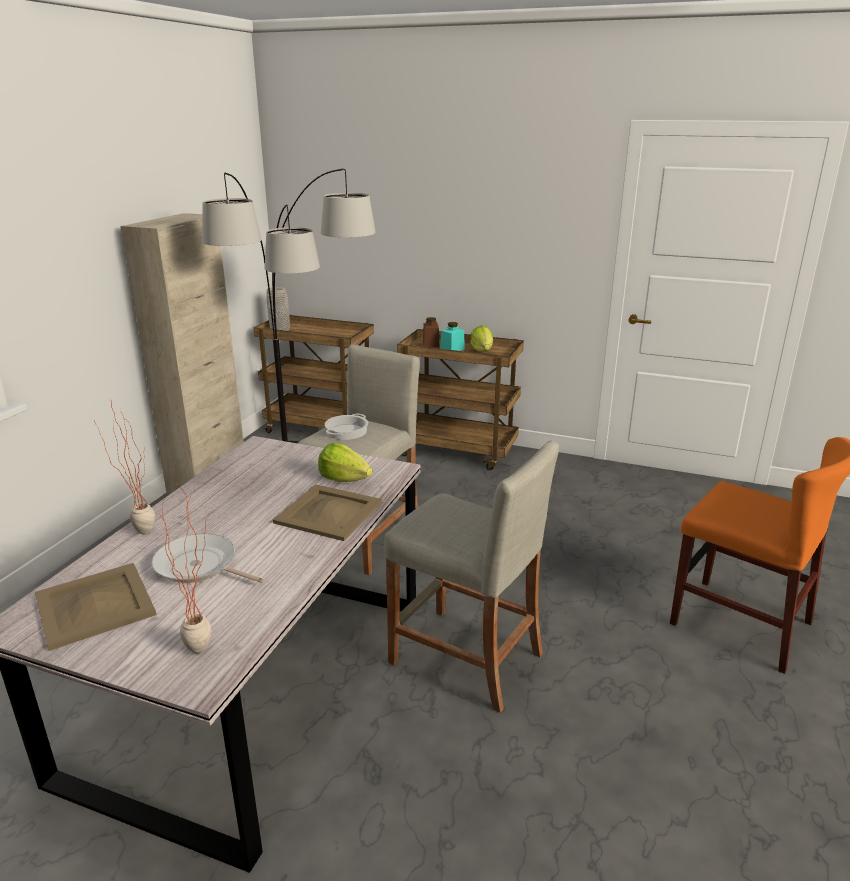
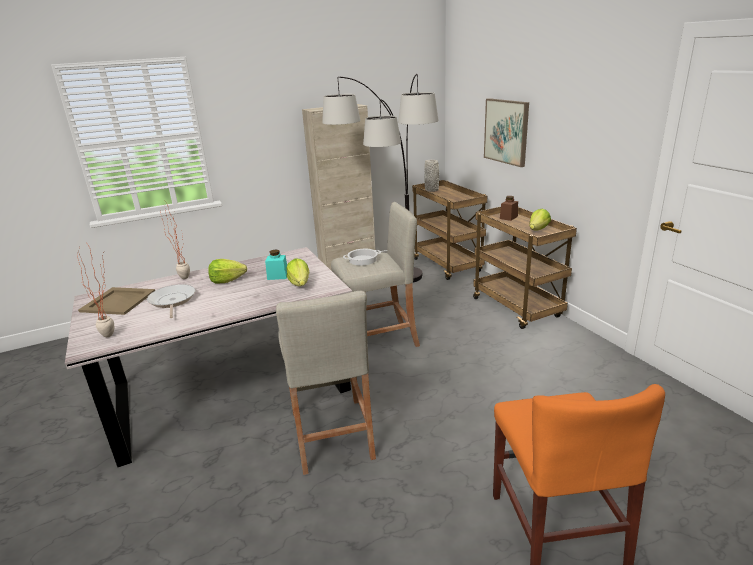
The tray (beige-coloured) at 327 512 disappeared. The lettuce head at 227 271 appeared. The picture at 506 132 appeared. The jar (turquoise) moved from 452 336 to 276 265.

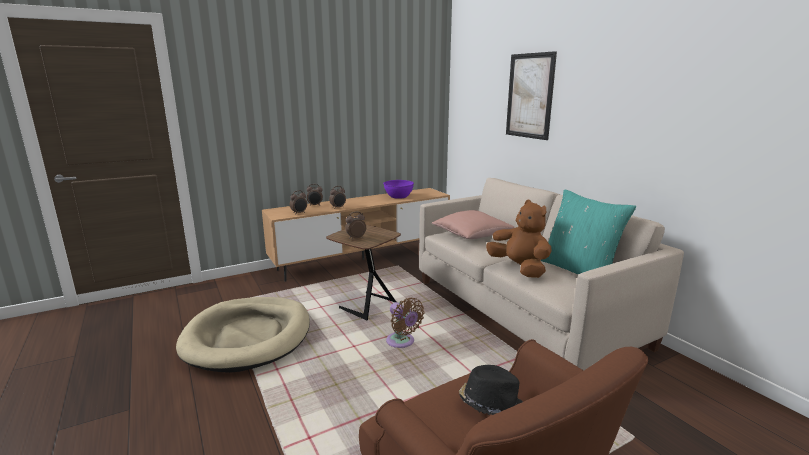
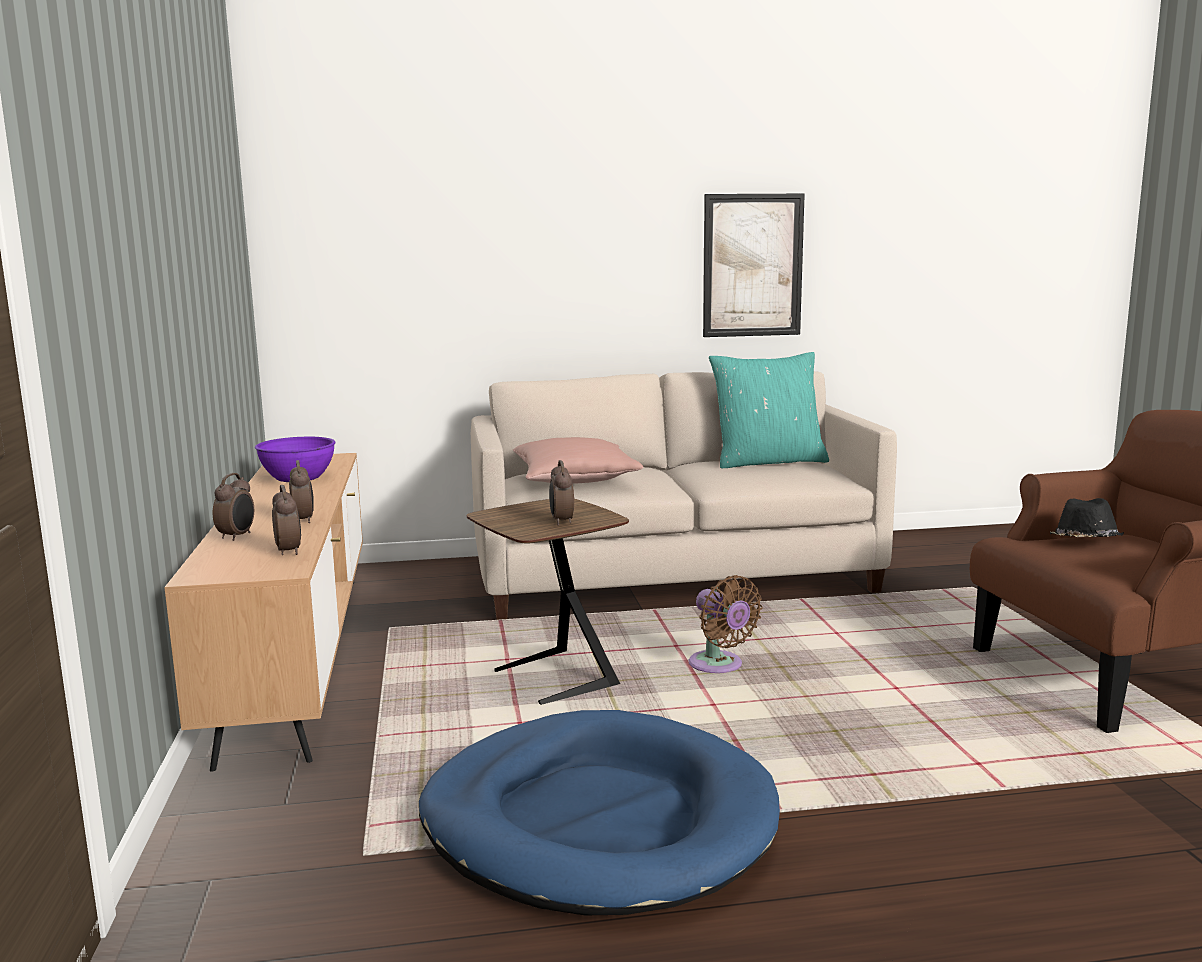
The cuddly toy (brown) at 519 239 disappeared. The picture moved from 531 95 to 754 265. The pet bed (beige-coloured) at 243 335 became the pet bed (bluish) at 599 812. The electric fan (brown) at 405 323 turned 75 degrees clockwise.

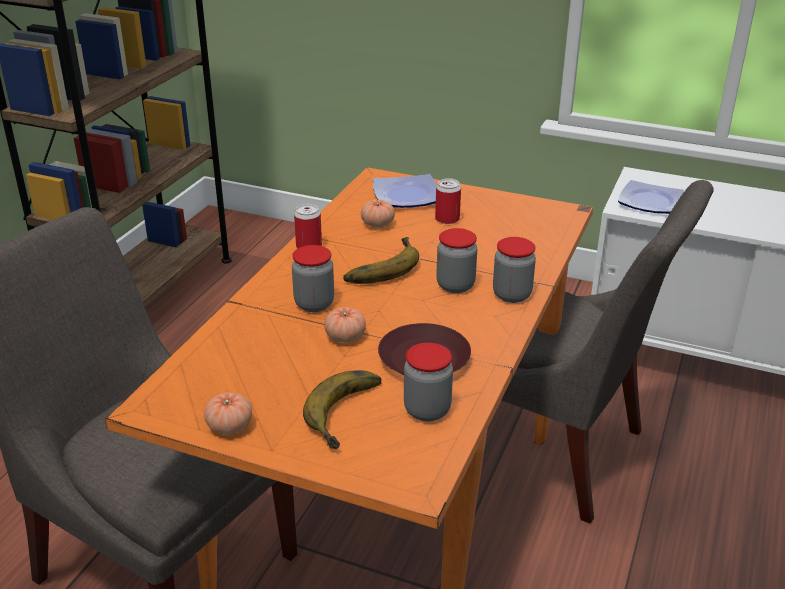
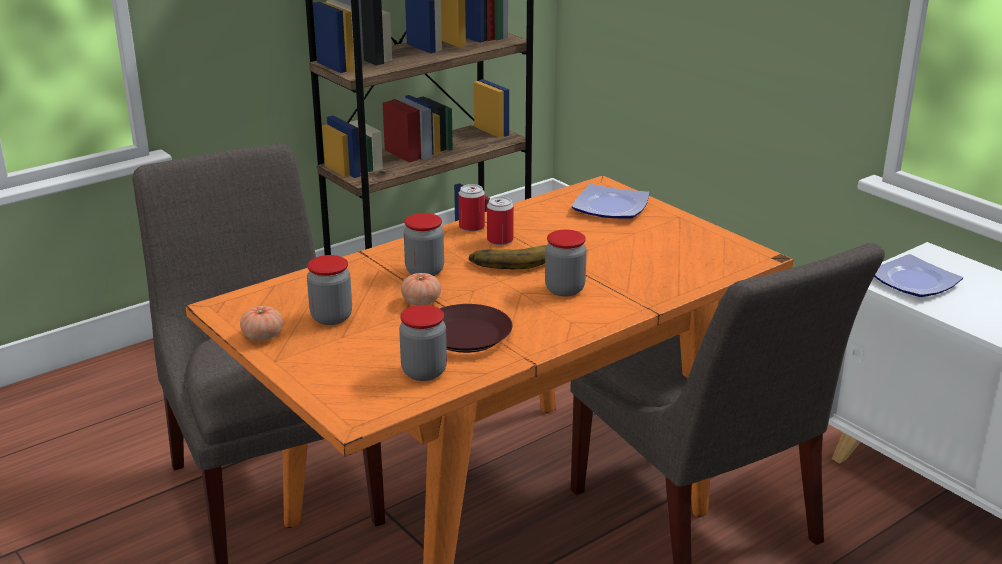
The banana fruit at 342 409 disappeared. The fresh tomato at 378 214 disappeared. The sealed can moved from 448 201 to 500 220. The jar moved from 514 270 to 329 290.

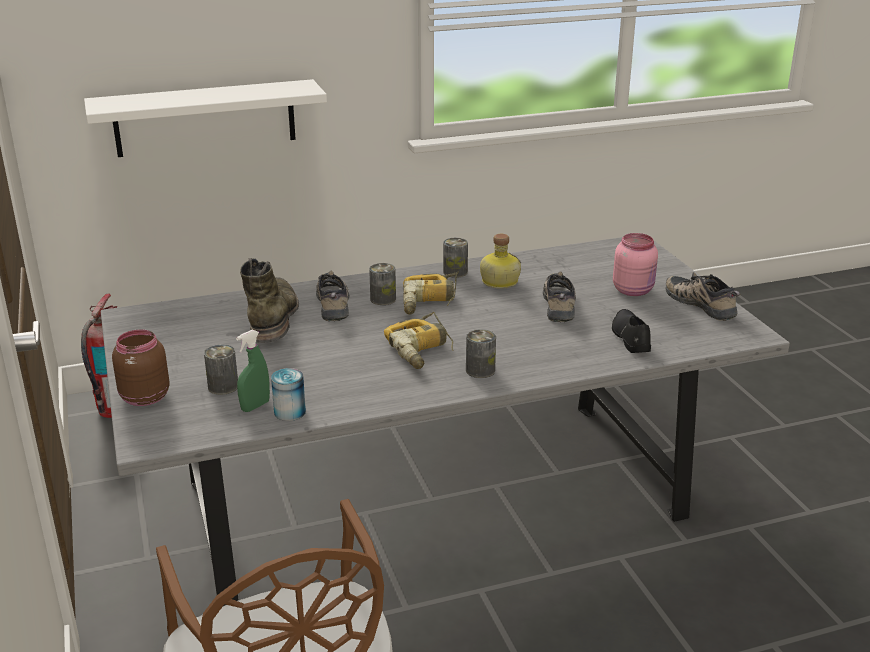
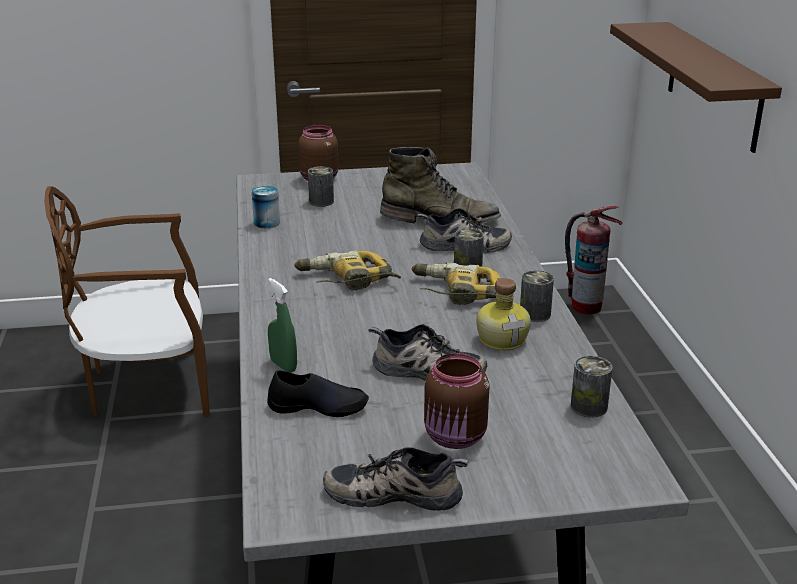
The sprayer (green-coloured) moved from 253 371 to 282 325. The sealed can moved from 481 353 to 591 386. The wall shelf (white-coloured) at 205 118 became the wall shelf (brown) at 696 87. The jar (pink) at 635 264 became the jar (brown) at 456 401. The item of footwear at 703 296 turned 150 degrees counterclockwise.

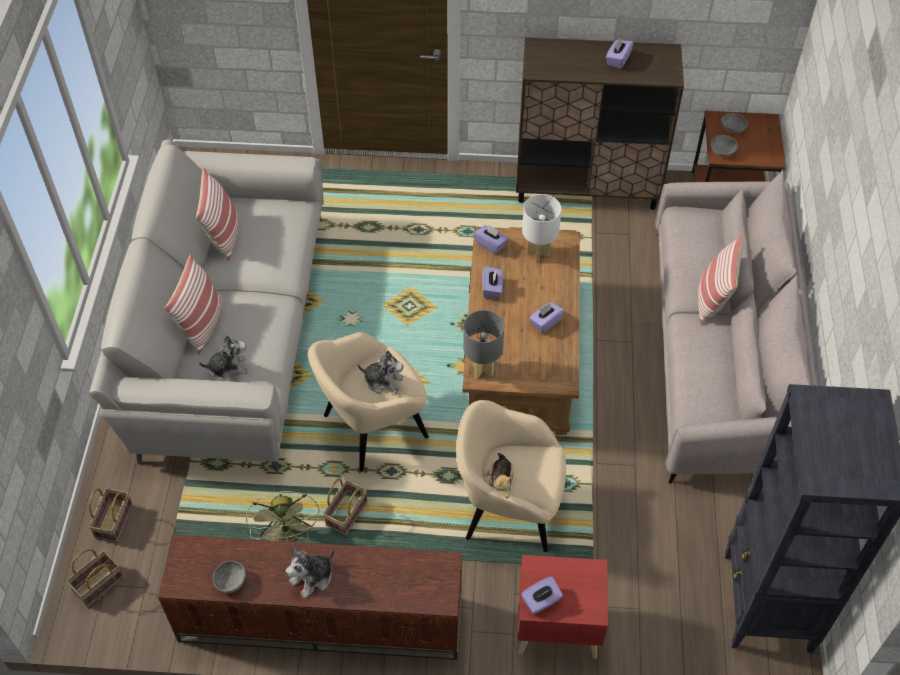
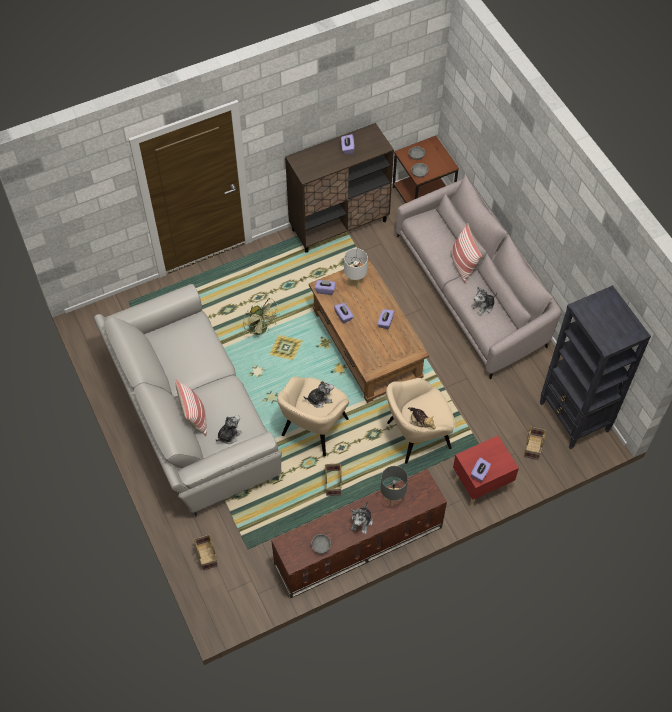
The pillow at 217 214 disappeared. The cuddly toy at 484 301 appeared. The basket moved from 95 578 to 535 443. The electric fan (green-coloured) moved from 283 516 to 261 317. The tabletop lamp (greyish) moved from 483 344 to 394 486.

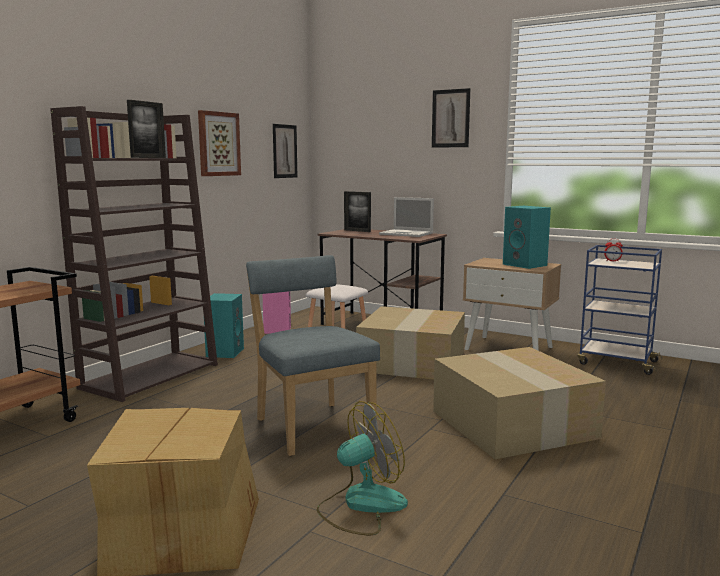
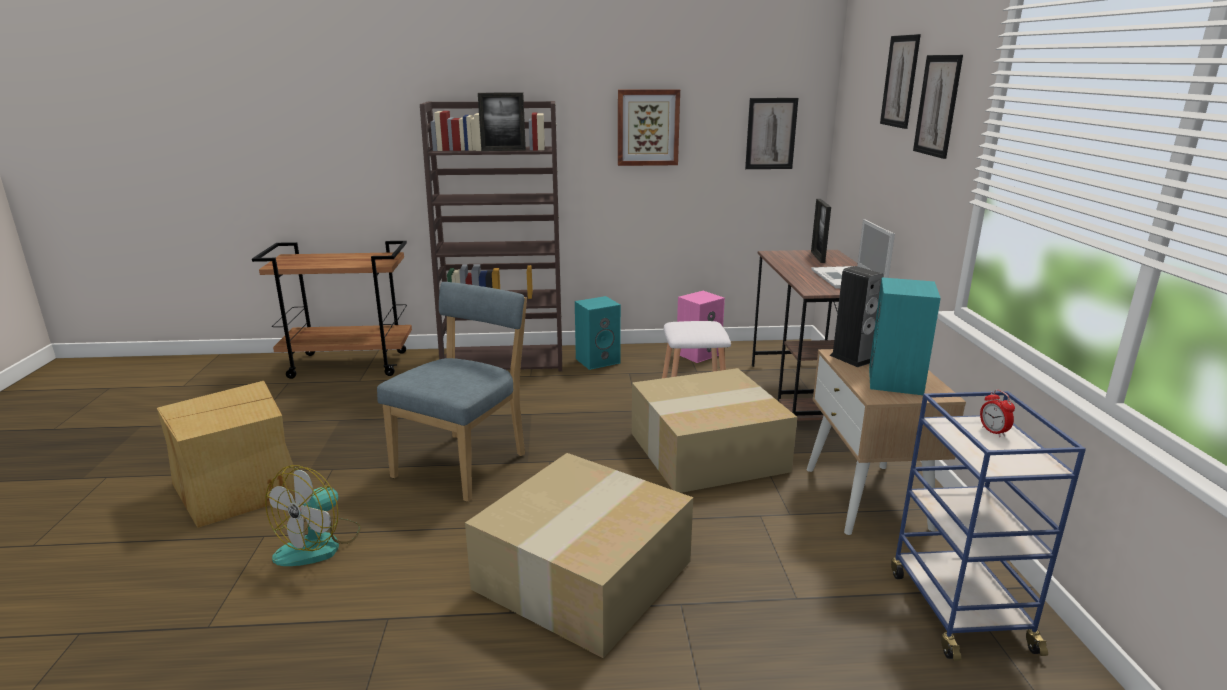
The loudspeaker at 856 316 appeared. The picture at 900 81 appeared. The electric fan at 362 468 turned 90 degrees clockwise.

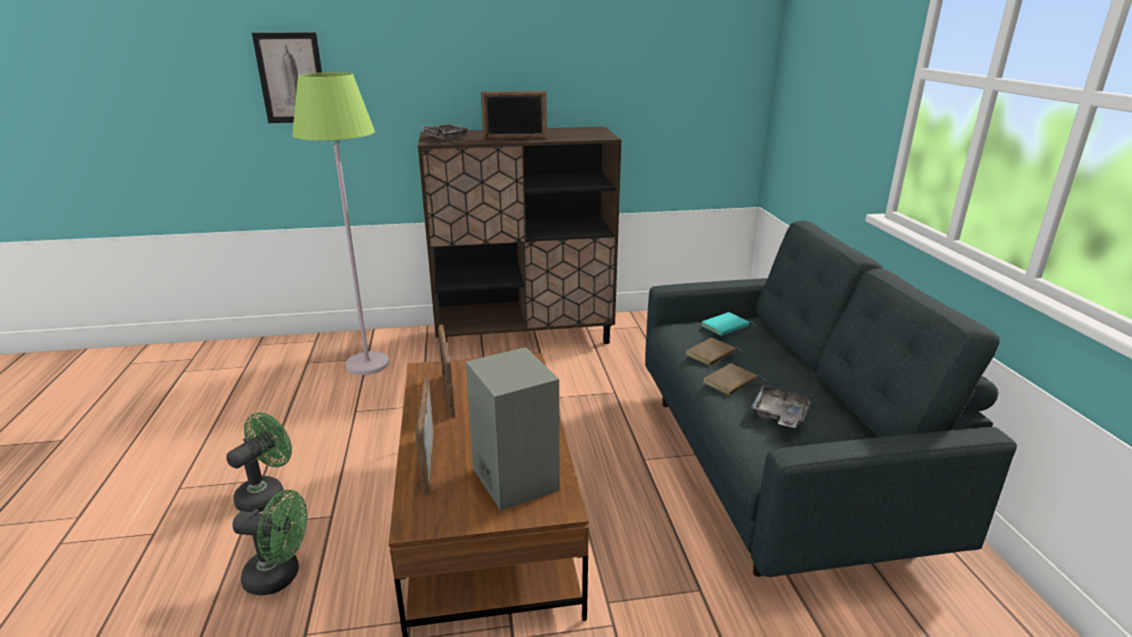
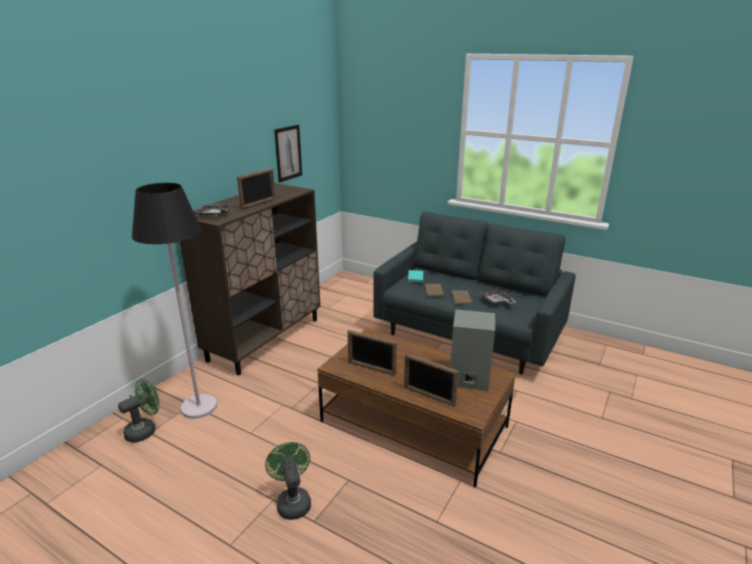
The electric fan (green-coloured) moved from 269 542 to 138 411. The picture moved from 287 77 to 288 154. The floor lamp (green-coloured) at 340 223 became the floor lamp (blackish) at 174 301.

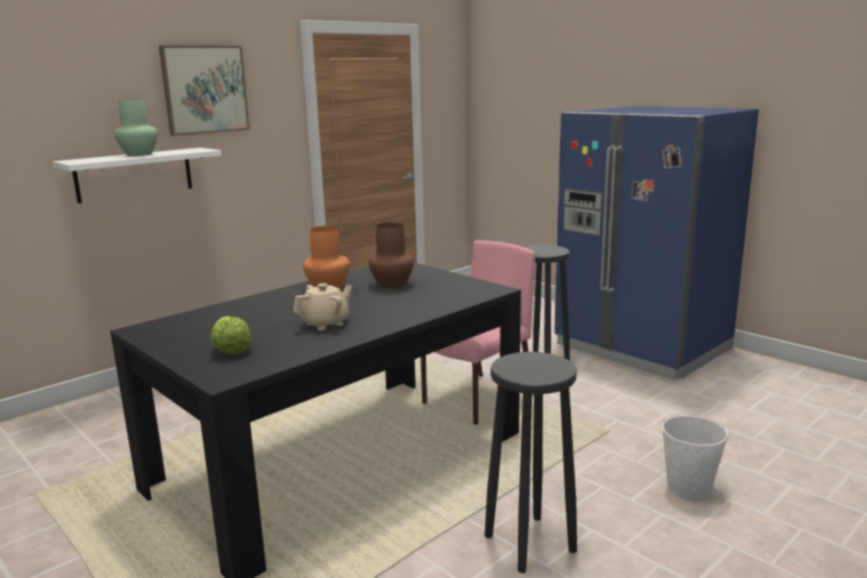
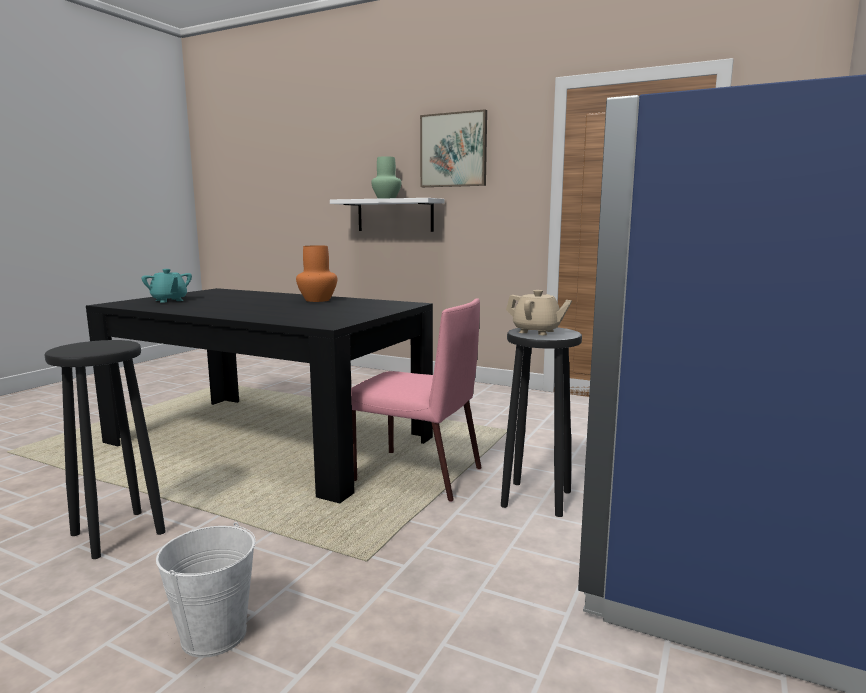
The flower vase (brown) at 391 256 disappeared. The tea pot (beige-coloured) moved from 322 307 to 539 312. The lettuce head at 231 335 was replaced by the tea pot (turquoise) at 166 286.

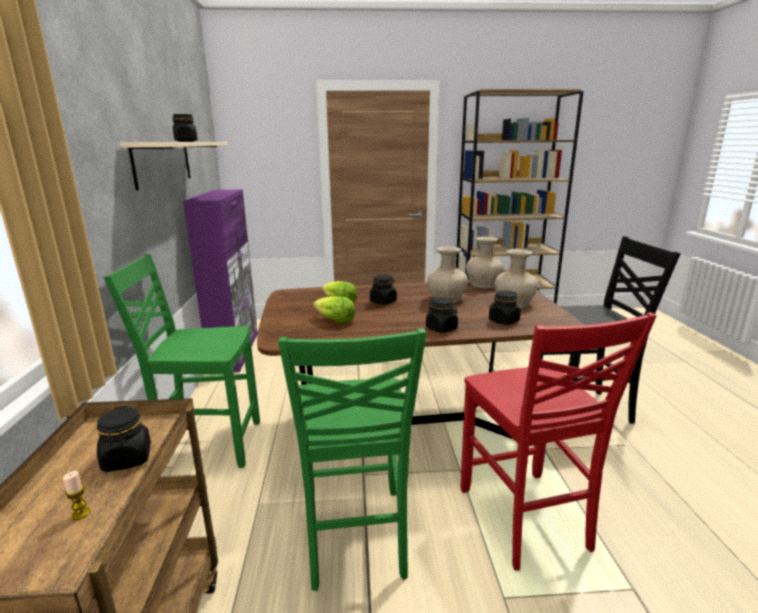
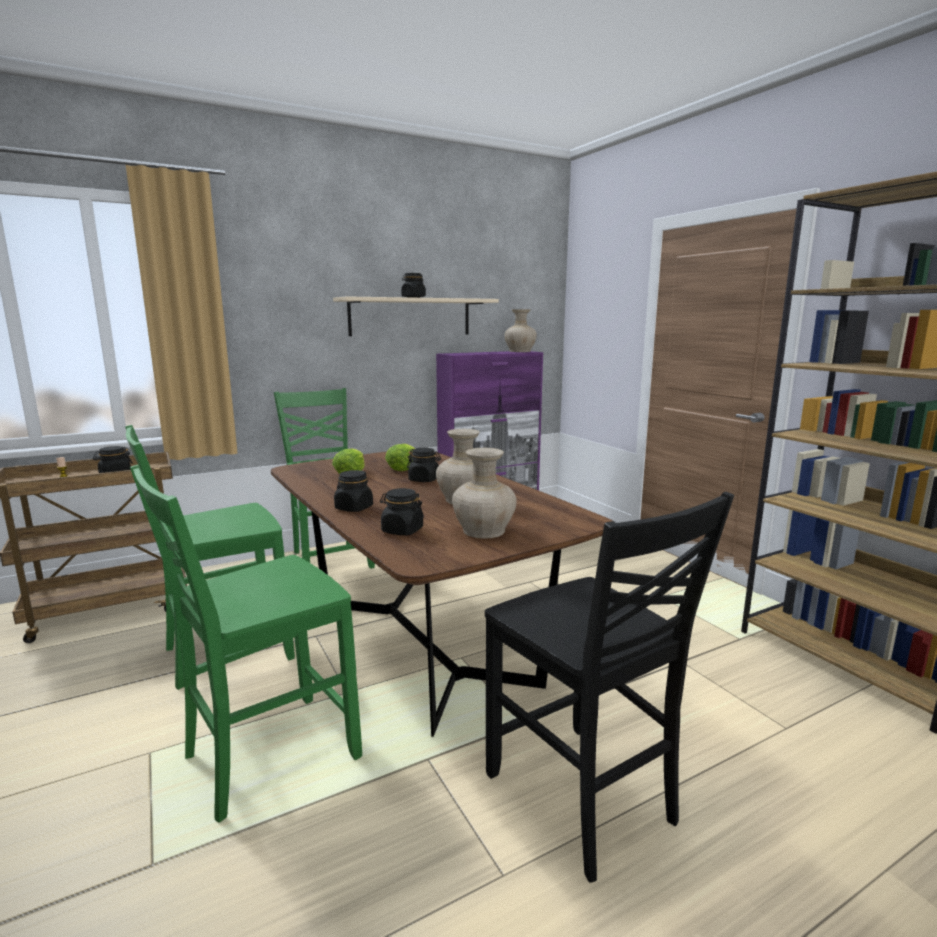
The flower vase (beige-coloured) moved from 485 262 to 521 330. The plain chair (red) at 558 441 became the plain chair (green-coloured) at 246 644.

